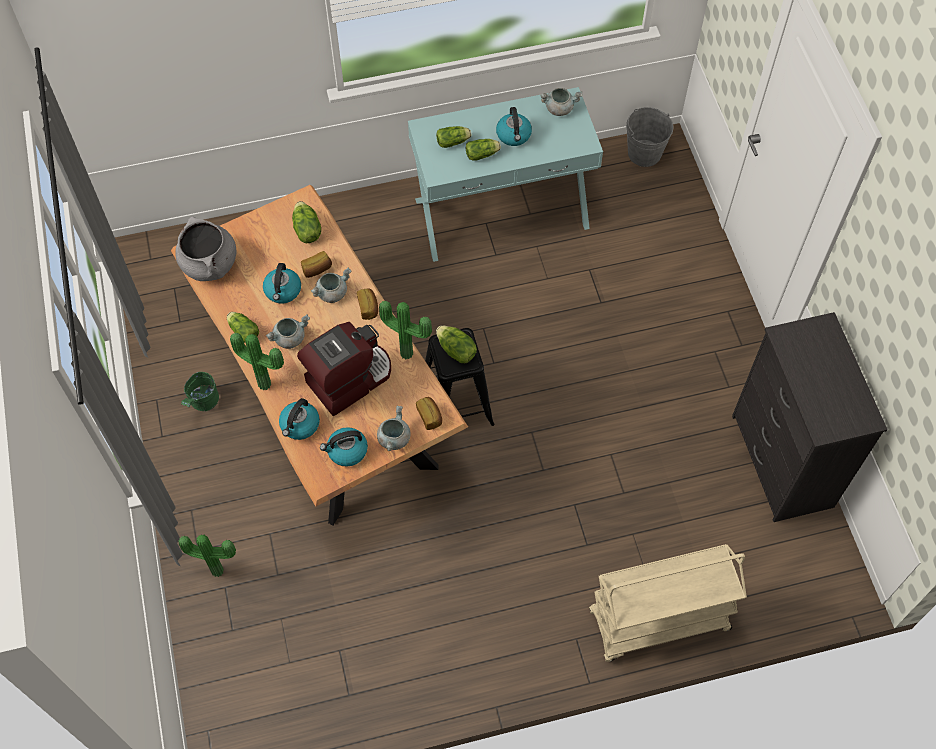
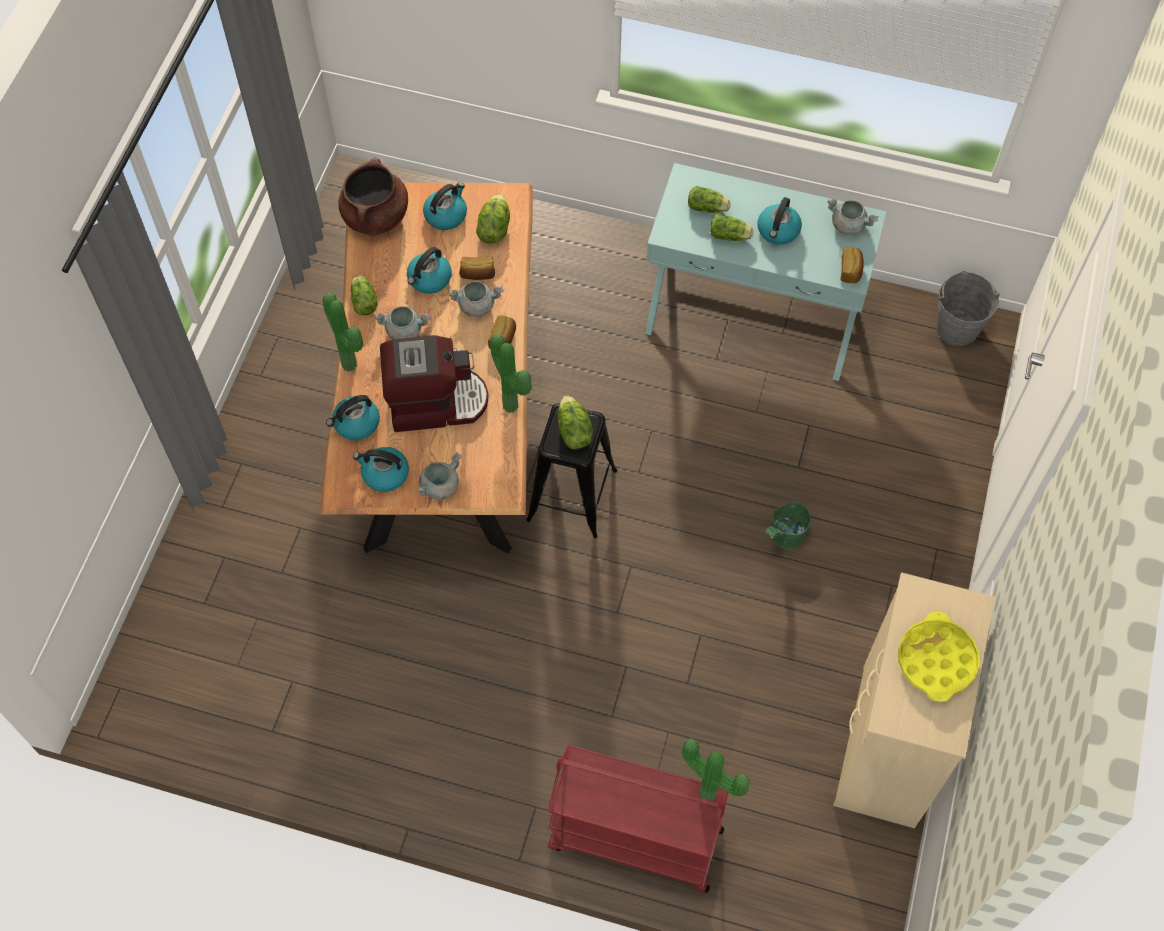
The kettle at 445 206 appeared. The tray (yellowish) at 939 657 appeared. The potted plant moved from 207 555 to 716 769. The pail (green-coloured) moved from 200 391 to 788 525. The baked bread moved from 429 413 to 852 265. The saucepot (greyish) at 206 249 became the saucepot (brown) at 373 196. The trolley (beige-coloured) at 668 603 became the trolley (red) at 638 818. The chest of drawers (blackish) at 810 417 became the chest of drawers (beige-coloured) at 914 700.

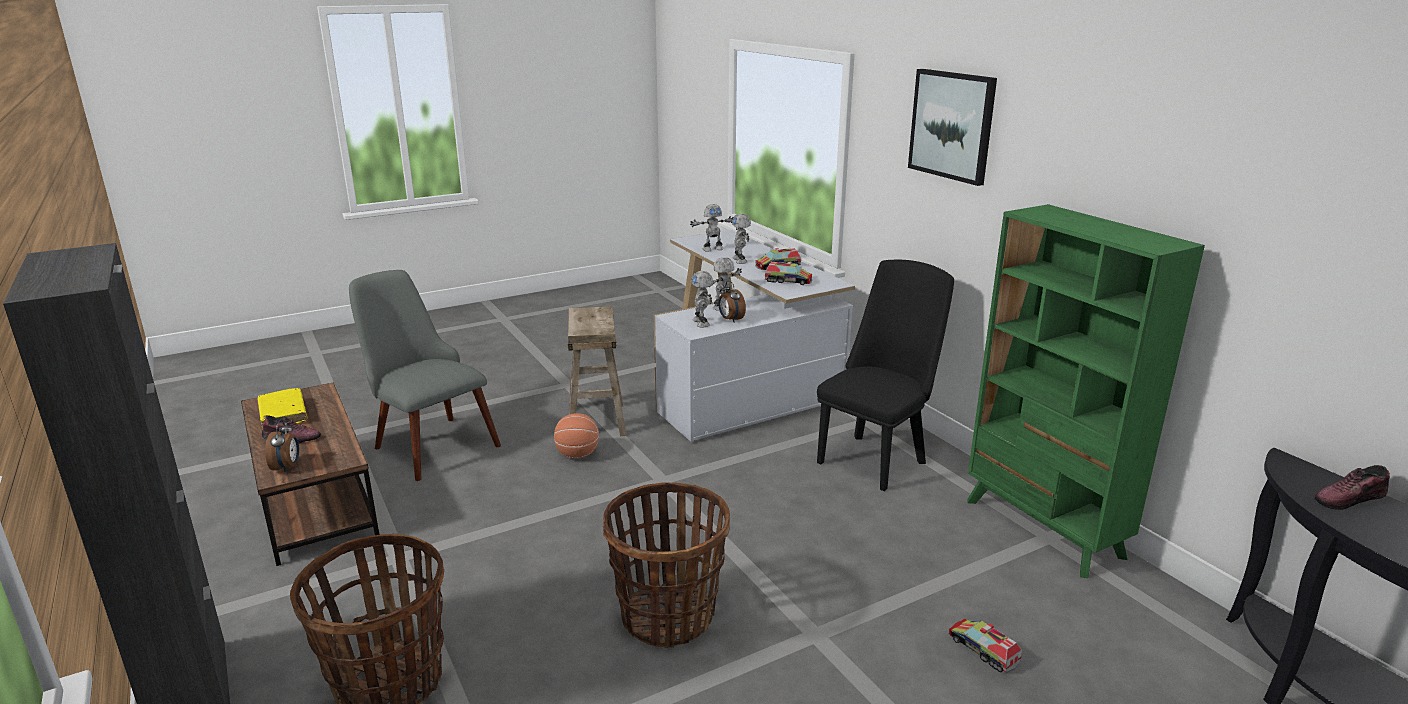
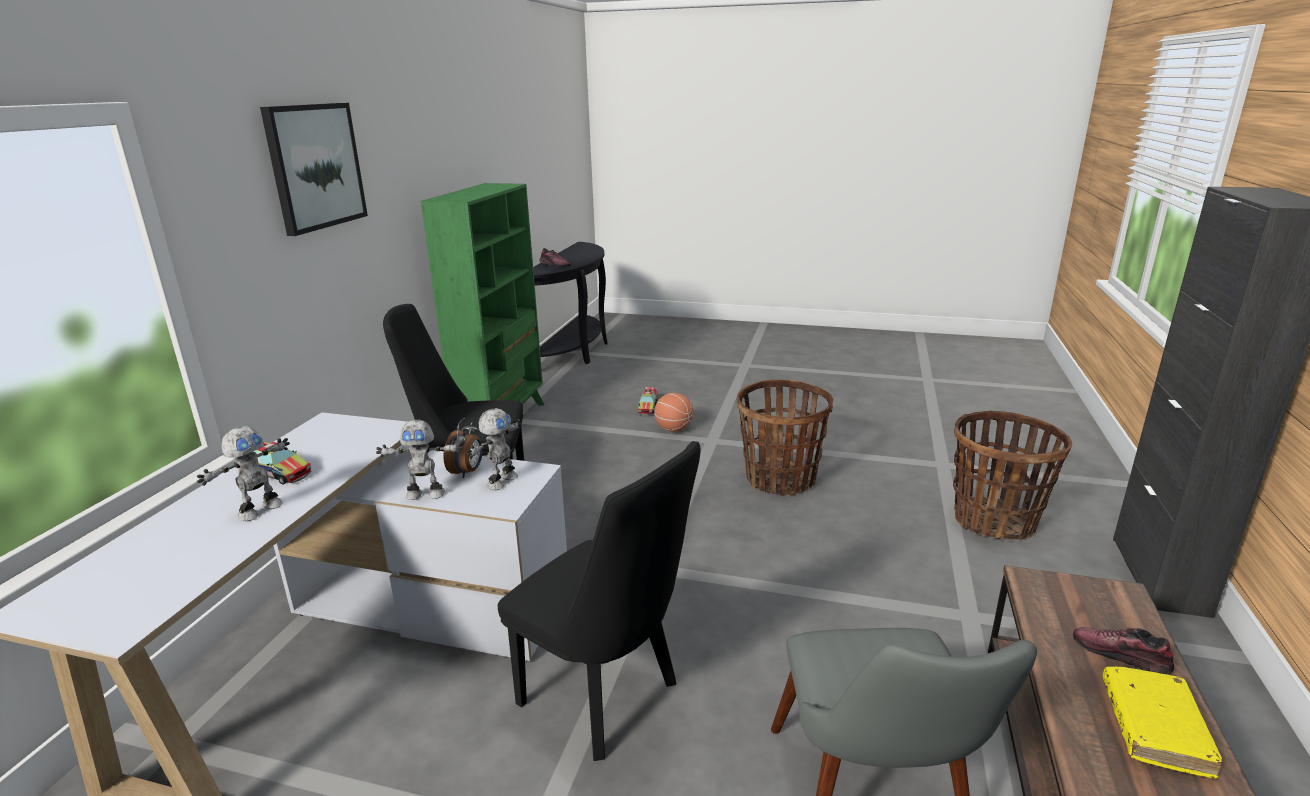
The alarm clock at 282 446 disappeared. The model robot at 711 228 disappeared. The toy truck at 788 273 disappeared. The ball for basketball moved from 576 436 to 674 412. The stool seat (beige-coloured) at 597 371 was replaced by the plain chair (blackish) at 599 601.

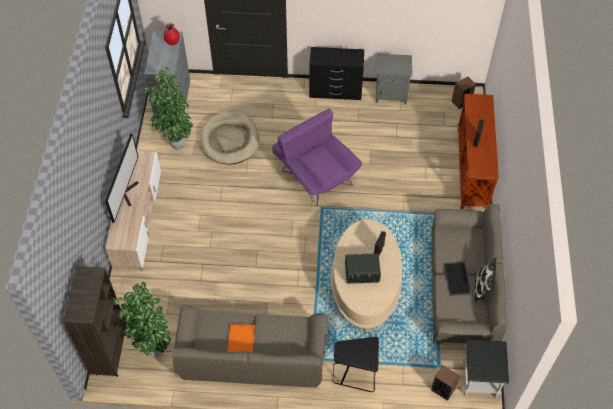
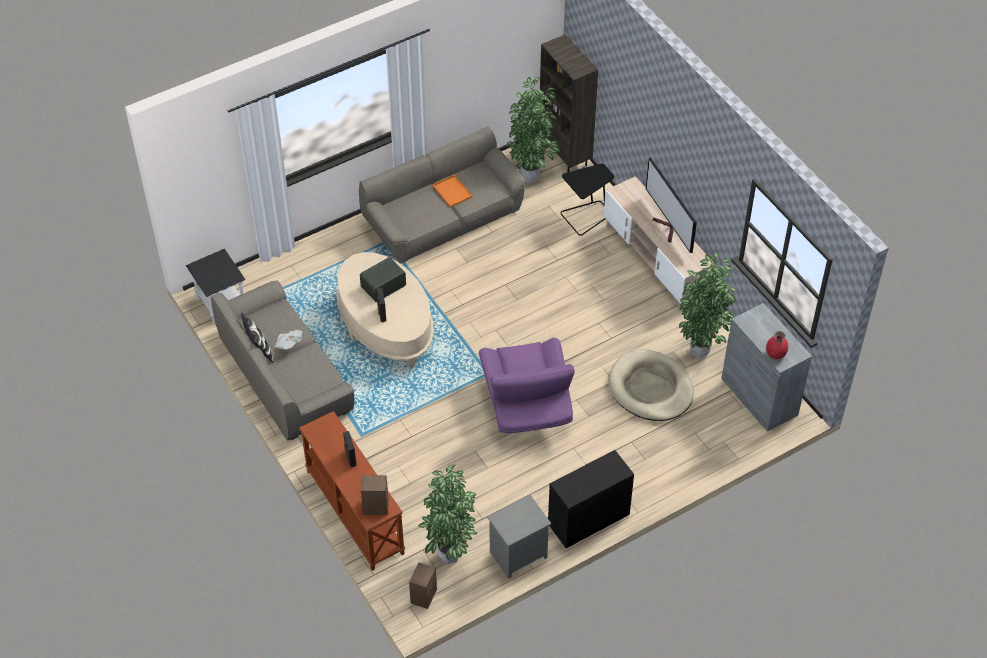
The potted plant at 448 514 appeared. The end table (blackish) moved from 356 364 to 587 199. The loudspeaker moved from 445 383 to 375 495. The tray at 457 279 was replaced by the newspaper at 288 339. The armchair (purplish) at 317 157 turned 60 degrees clockwise.

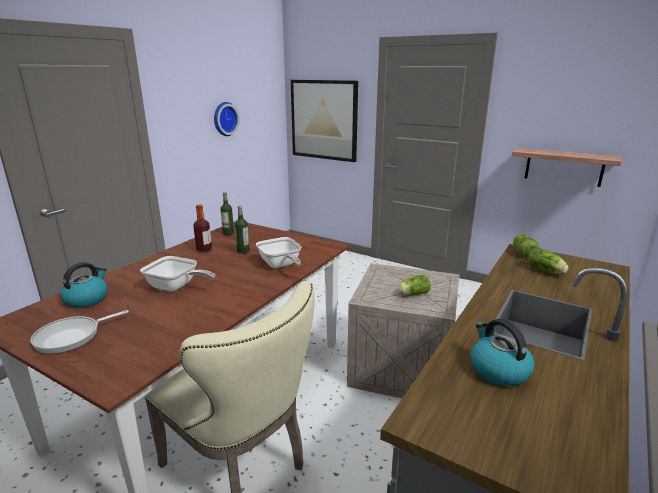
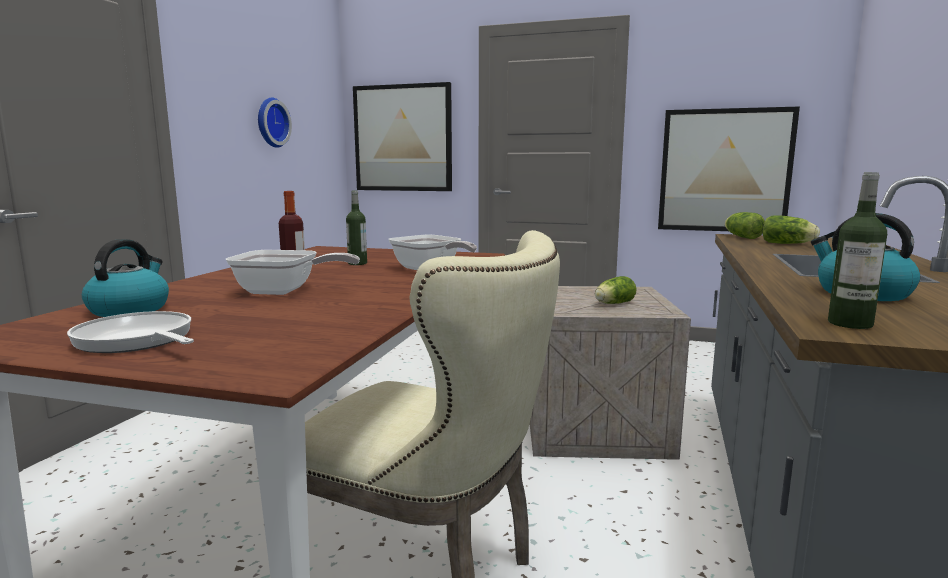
The drink bottle moved from 227 213 to 857 250. The wall shelf at 567 167 was replaced by the picture at 729 169. The pan at 80 332 turned 90 degrees clockwise.

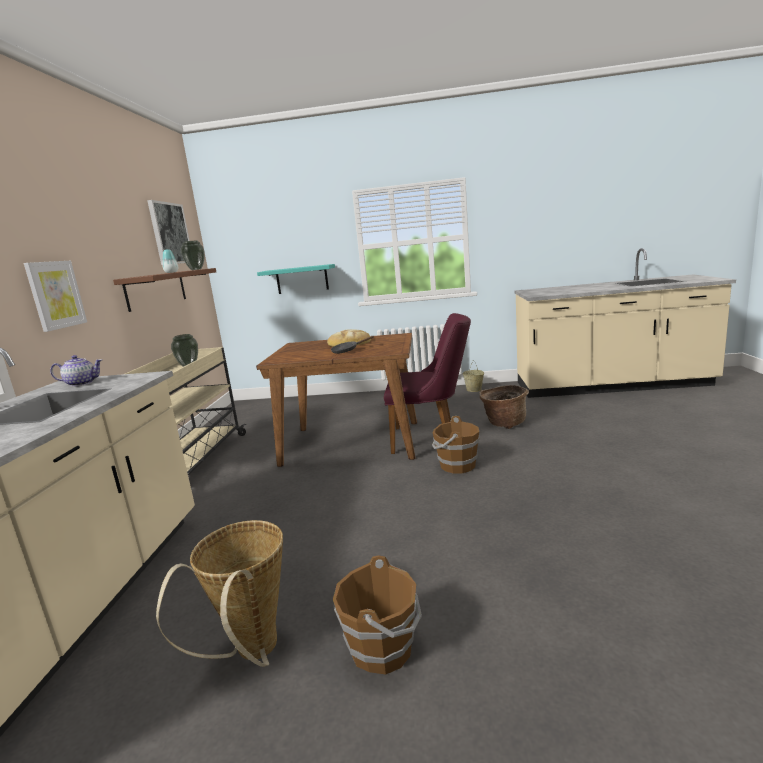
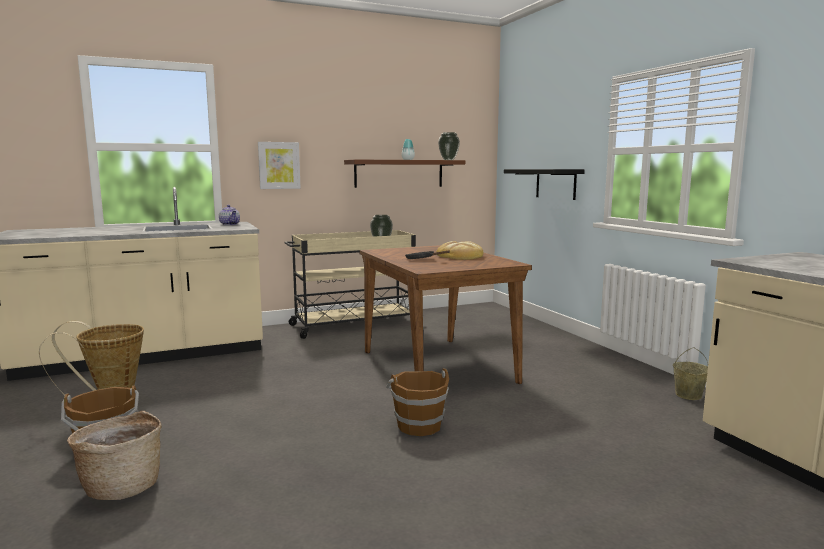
The picture at 168 232 disappeared. The plain chair (purplish) at 427 383 disappeared. The basket moved from 504 407 to 114 455. The wall shelf (turquoise) at 296 279 became the wall shelf (blackish) at 544 184.

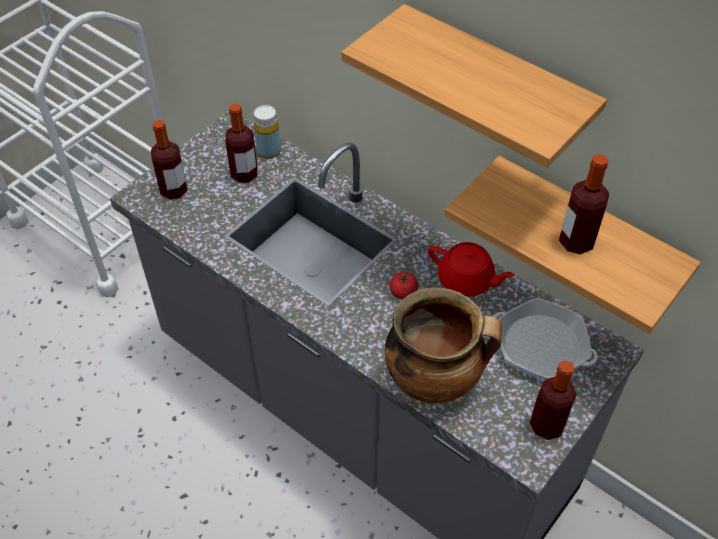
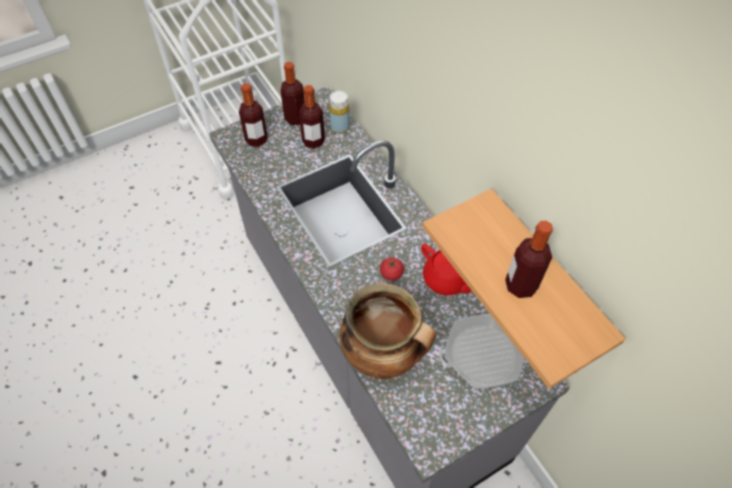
The wall shelf at 474 86 disappeared. The drink bottle moved from 553 400 to 292 93. The pan at 545 339 turned 120 degrees clockwise.

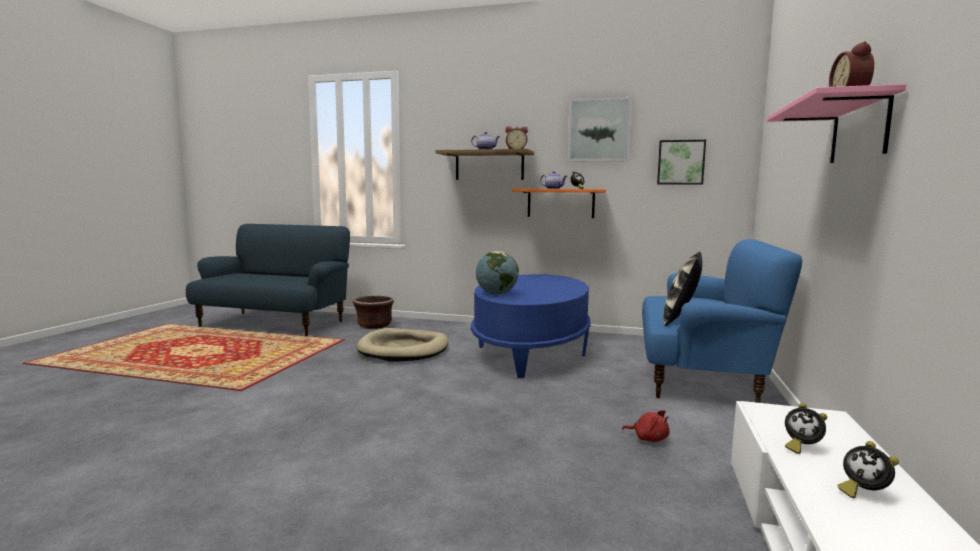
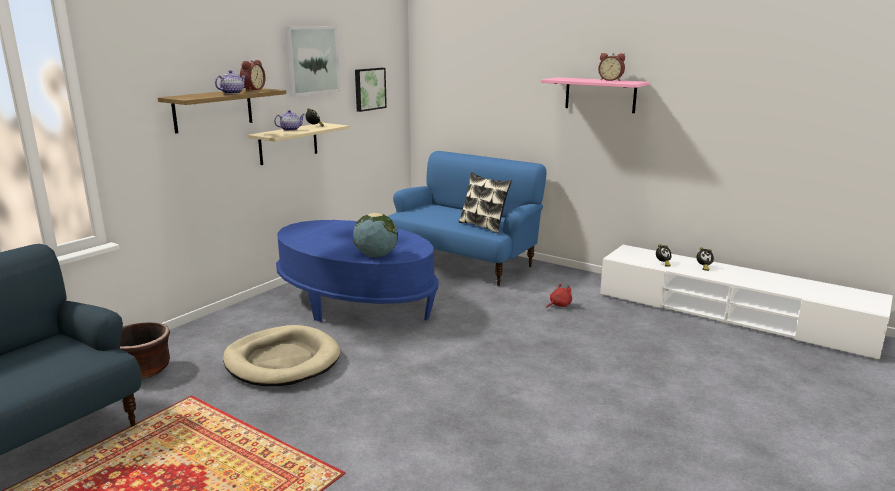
The wall shelf (orangey) at 558 203 became the wall shelf (beige-coloured) at 298 144.

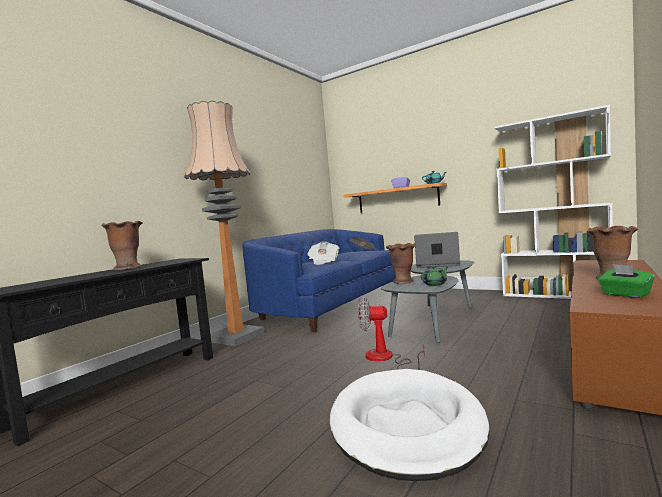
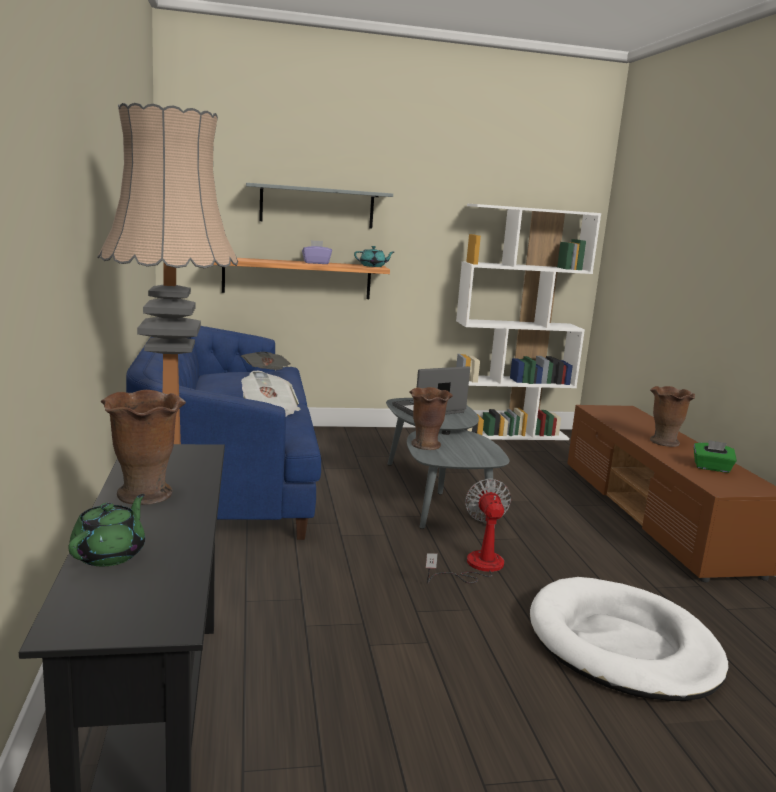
The wall shelf (greyish) at 319 205 appeared. The tea pot (green-coloured) moved from 434 276 to 106 530. The electric fan at 391 333 turned 120 degrees clockwise.

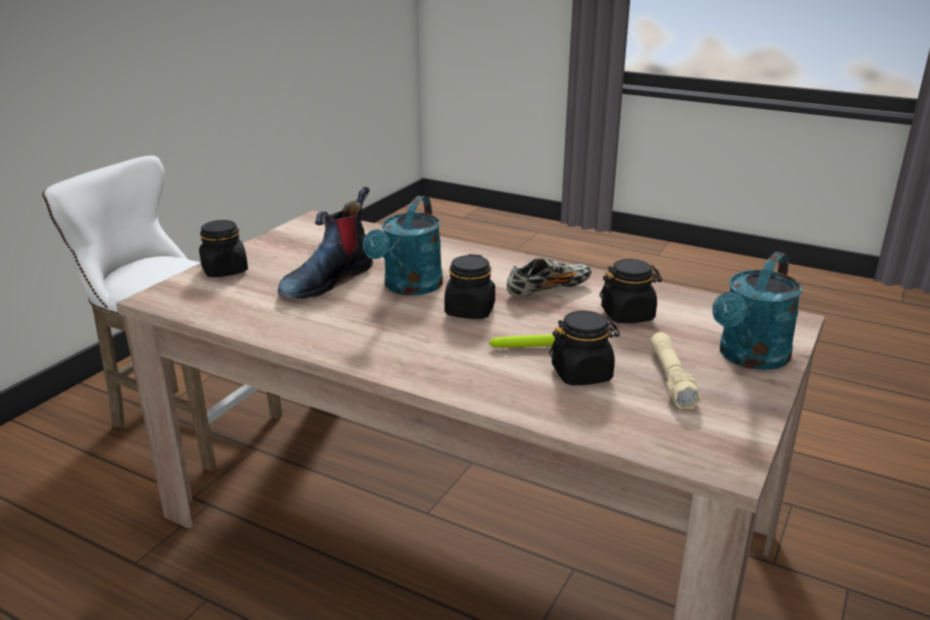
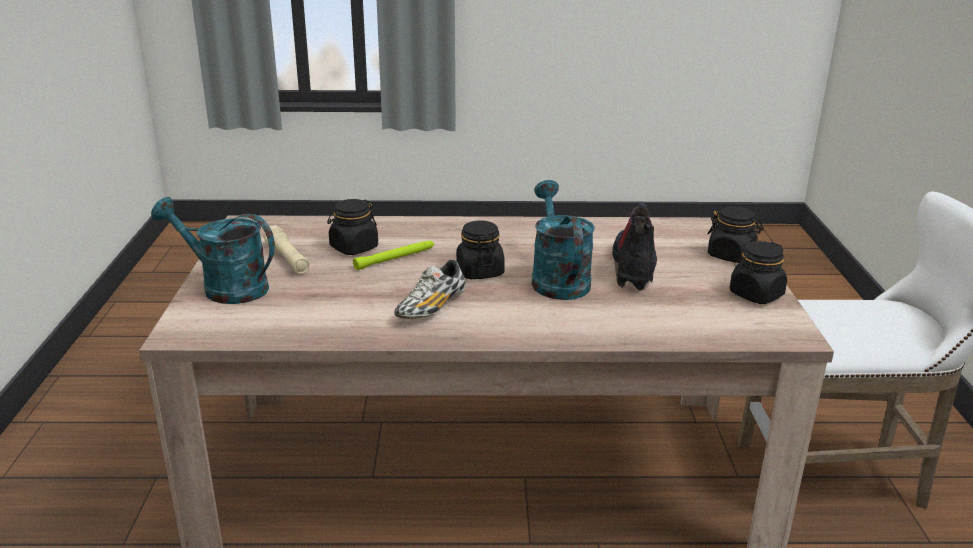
The jar (blackish) moved from 631 291 to 758 272. The watering pot (turquoise) at 757 311 turned 75 degrees counterclockwise.

